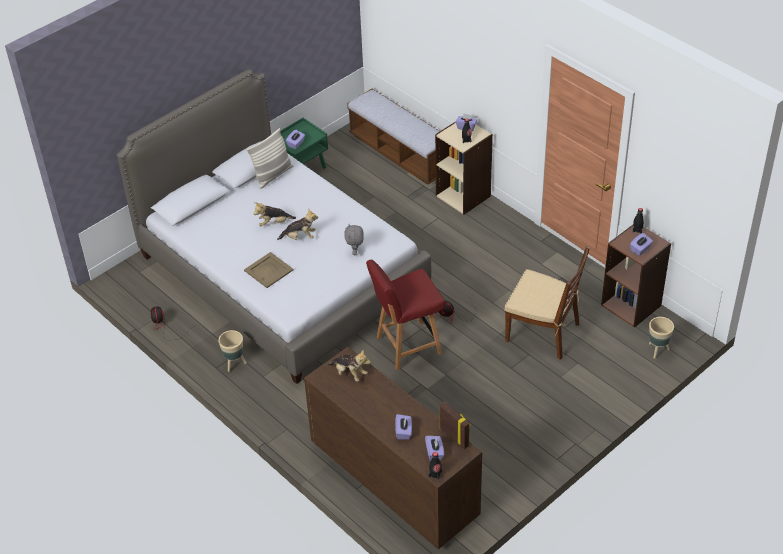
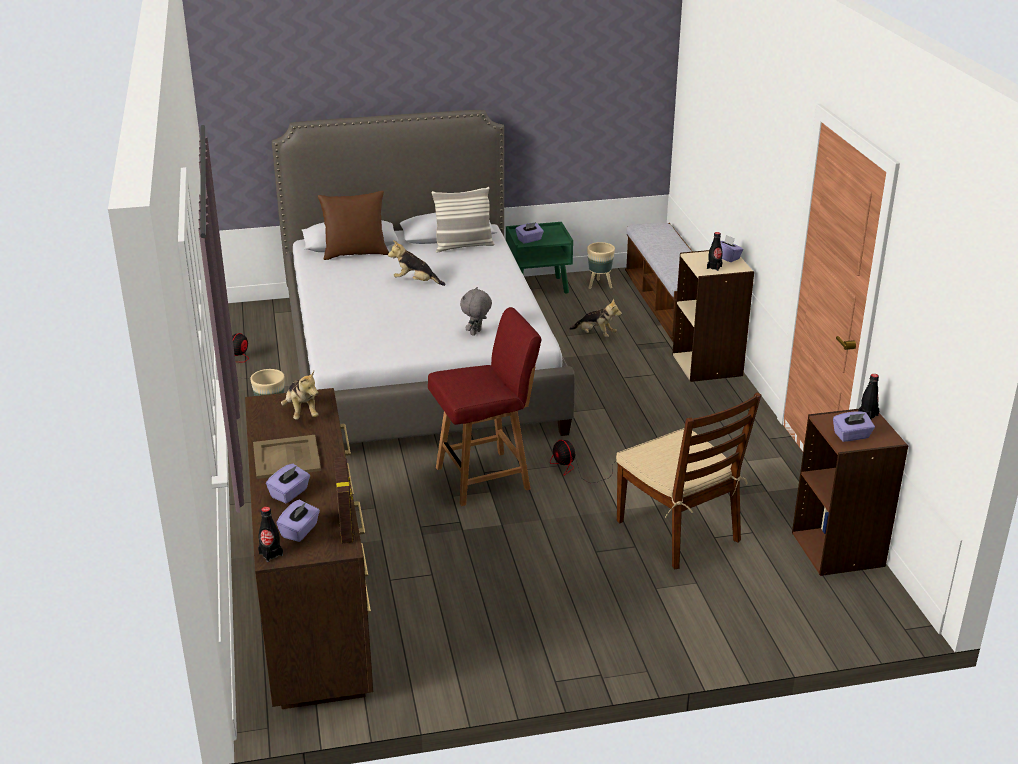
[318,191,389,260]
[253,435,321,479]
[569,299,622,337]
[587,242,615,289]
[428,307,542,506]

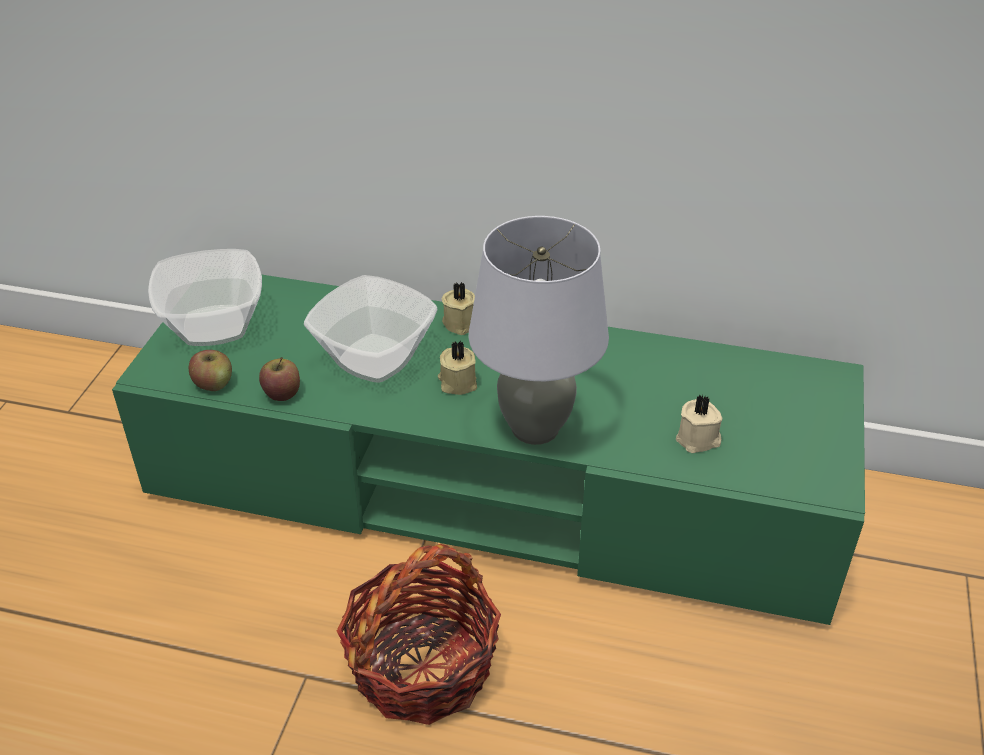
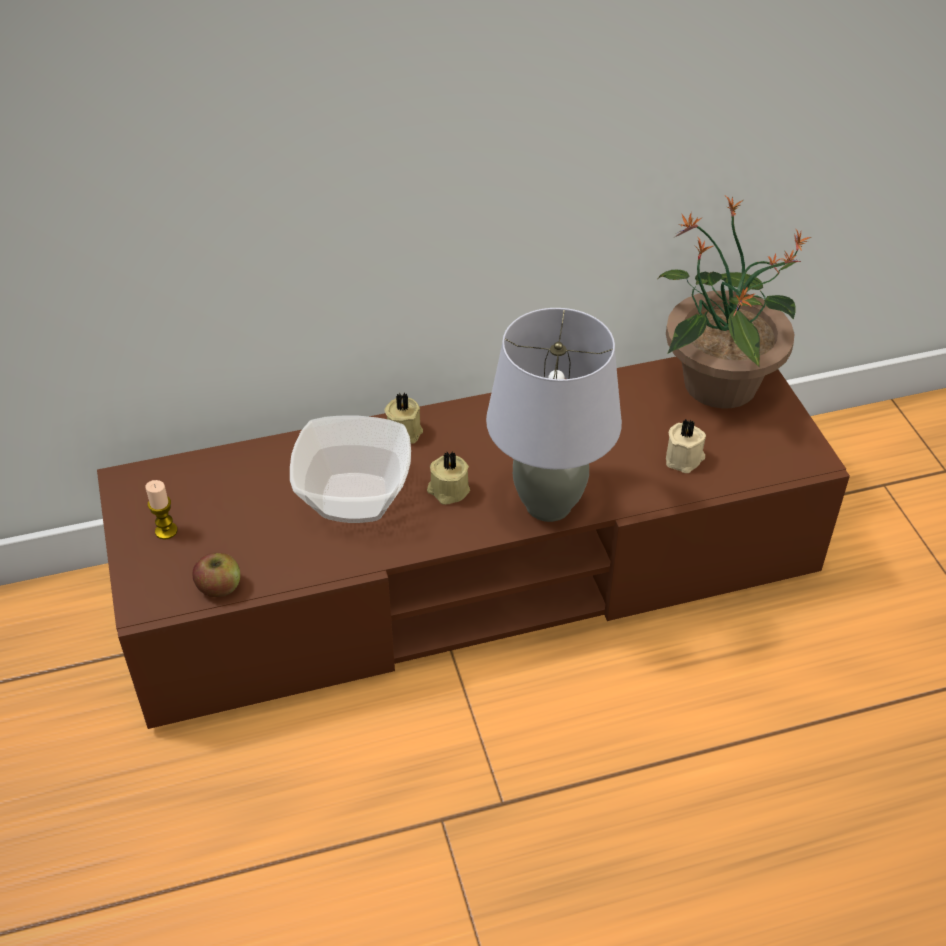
[259,357,300,401] (first image)
[337,544,501,725] (first image)
[658,196,811,408]
[145,480,178,540]
[97,357,850,729]

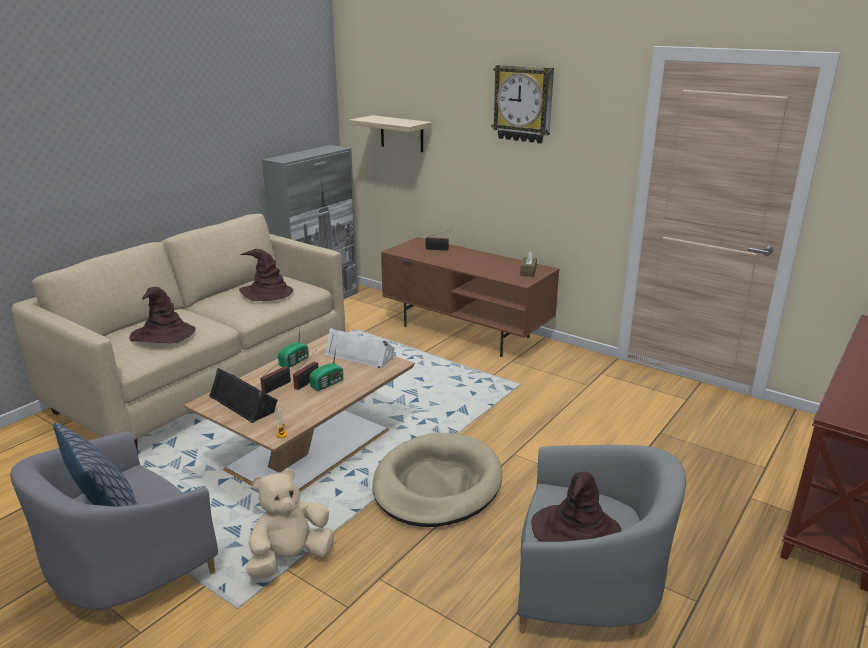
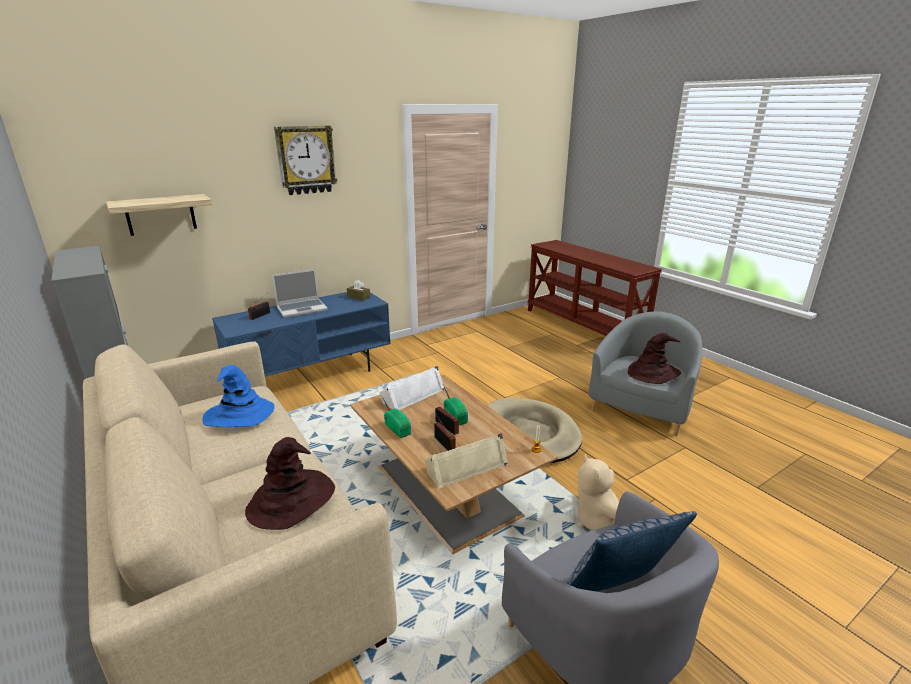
[272,269,328,318]
[424,433,508,489]
[202,365,274,427]
[212,292,391,376]

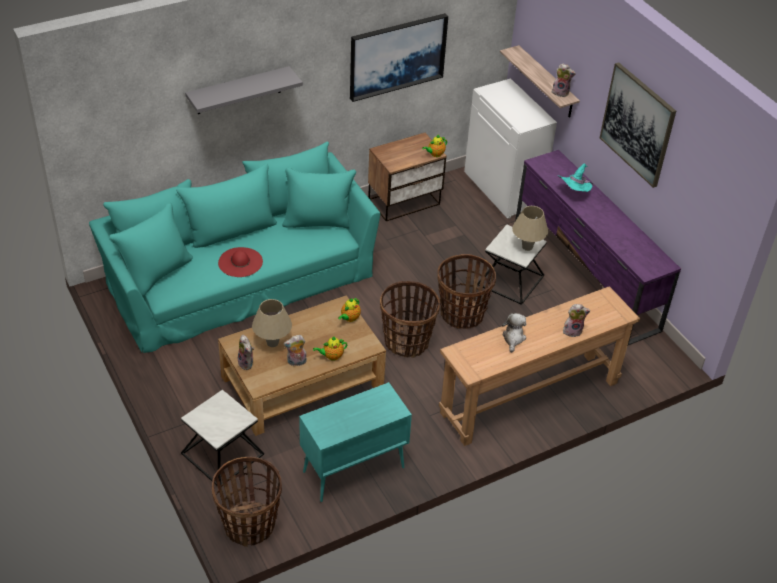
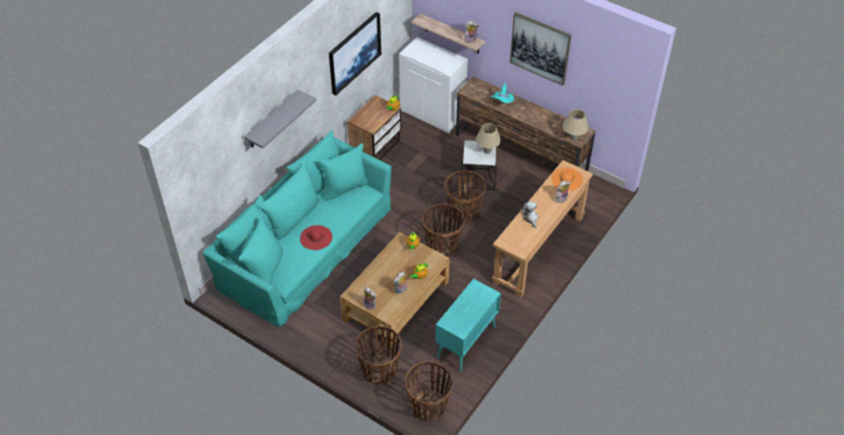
[551,168,583,191]
[563,109,589,141]
[355,326,402,385]
[456,76,596,171]

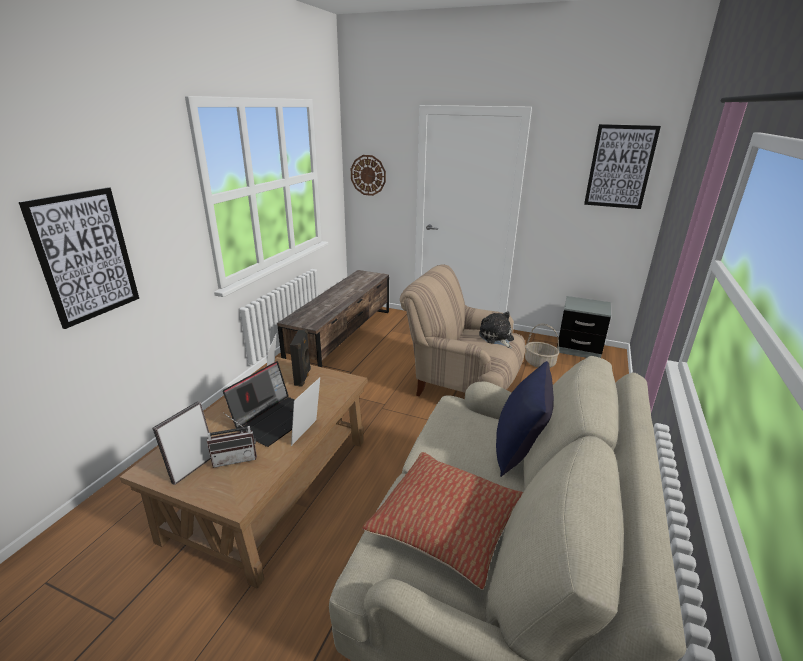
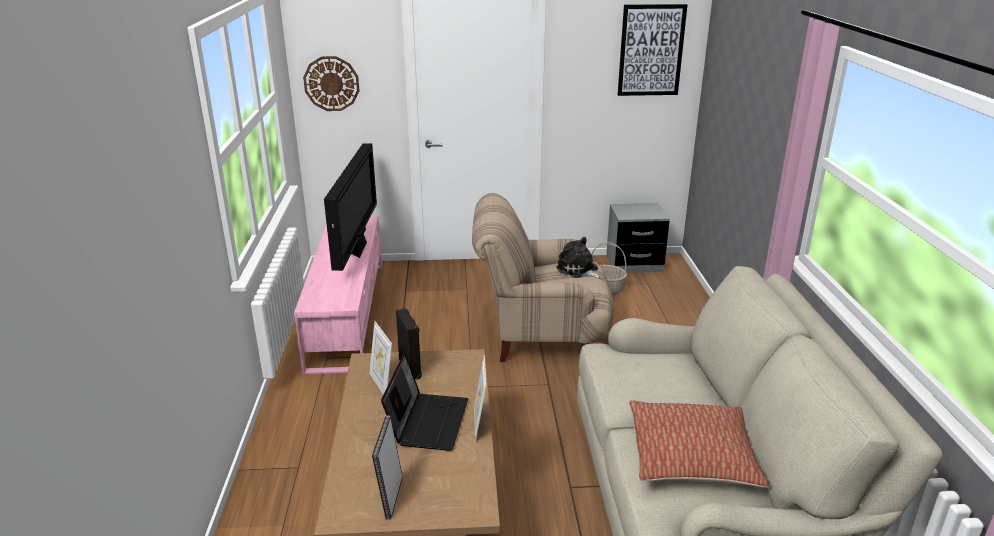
[19,187,139,329] (first image)
[207,412,257,468] (first image)
[496,361,554,477] (first image)
[324,143,377,271]
[294,215,382,375]

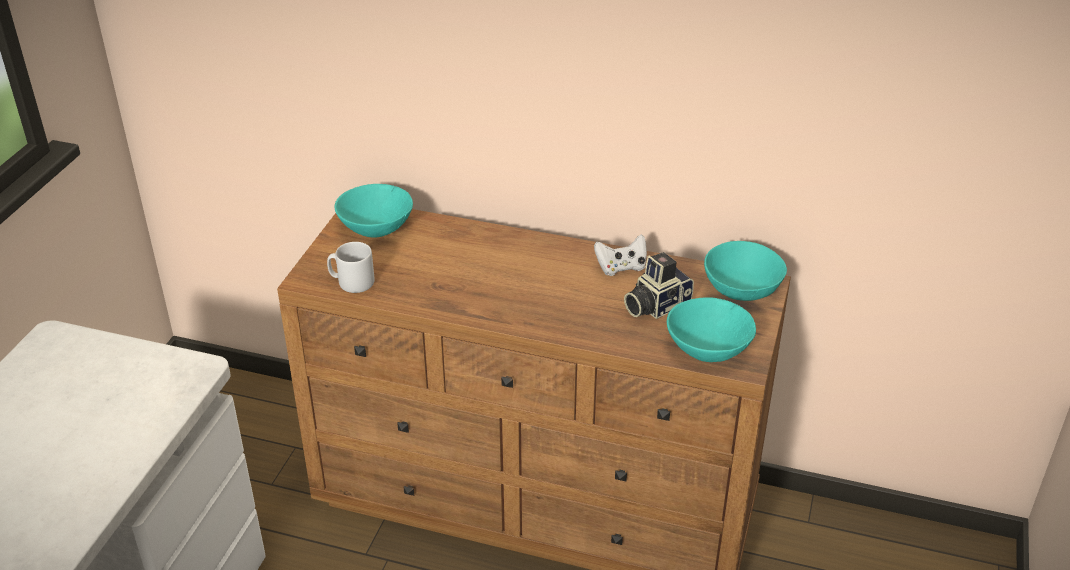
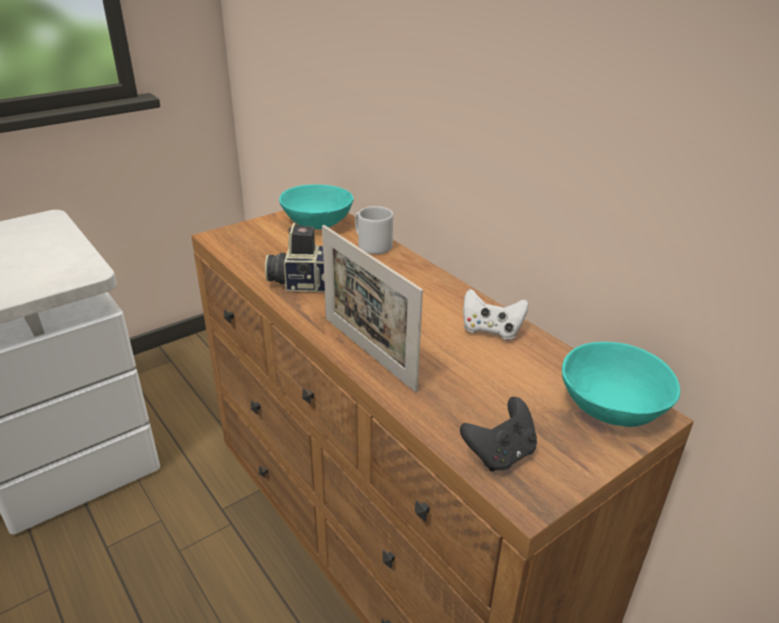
[322,225,423,392]
[355,206,393,254]
[265,223,325,292]
[460,397,537,472]

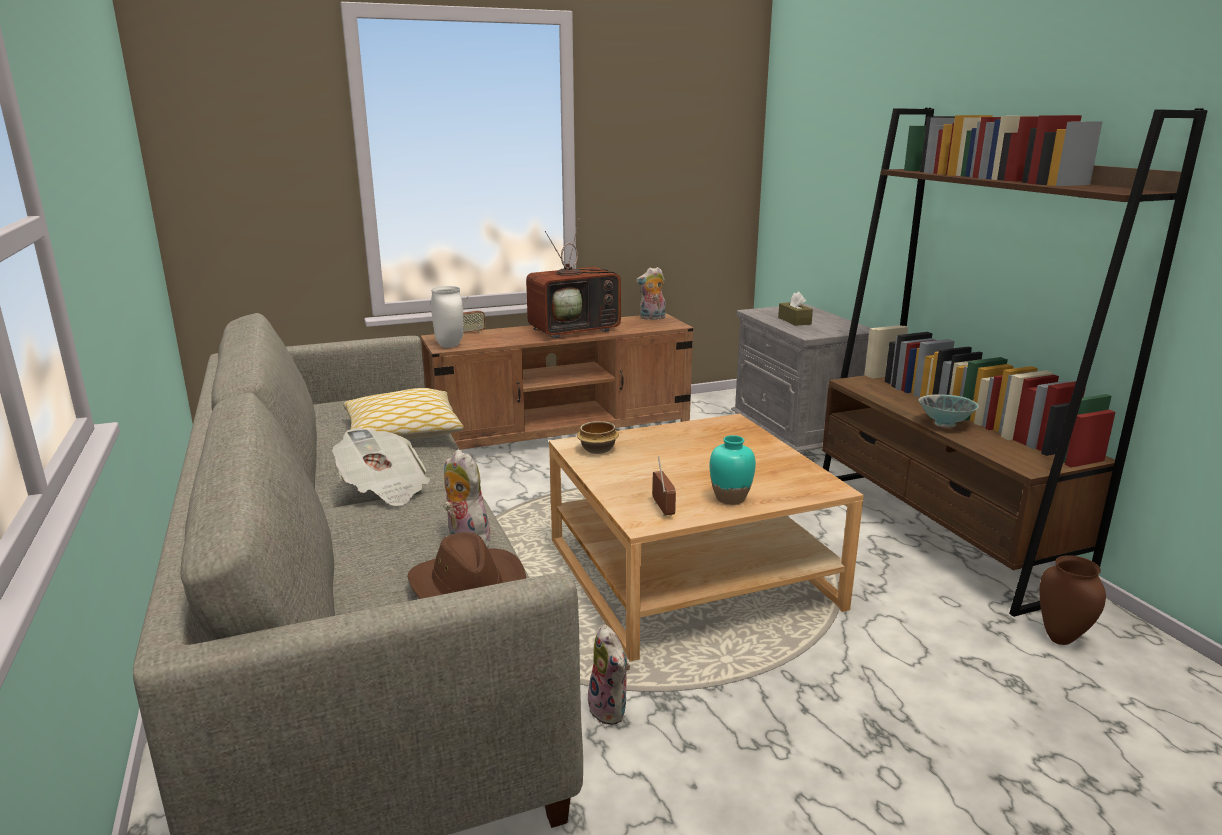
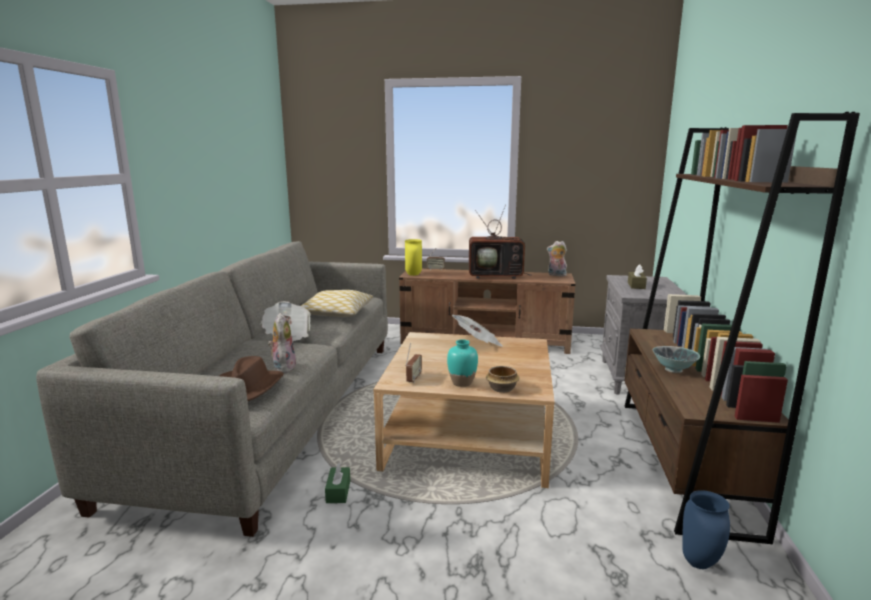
[452,315,503,347]
[486,366,520,393]
[325,463,350,503]
[405,239,422,276]
[682,490,730,569]

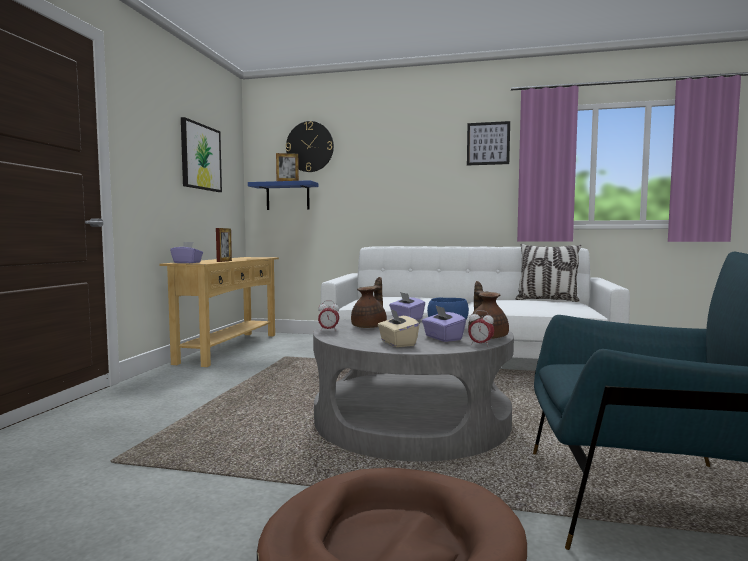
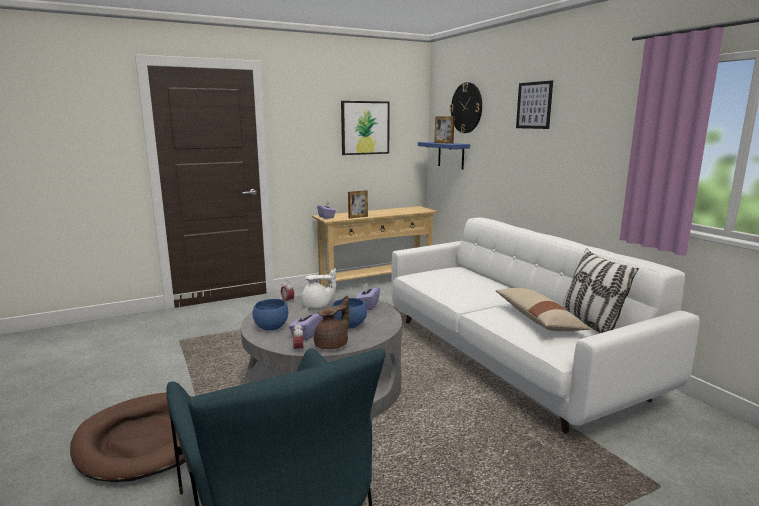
[495,288,591,331]
[516,80,553,129]
[252,299,288,330]
[301,268,336,308]

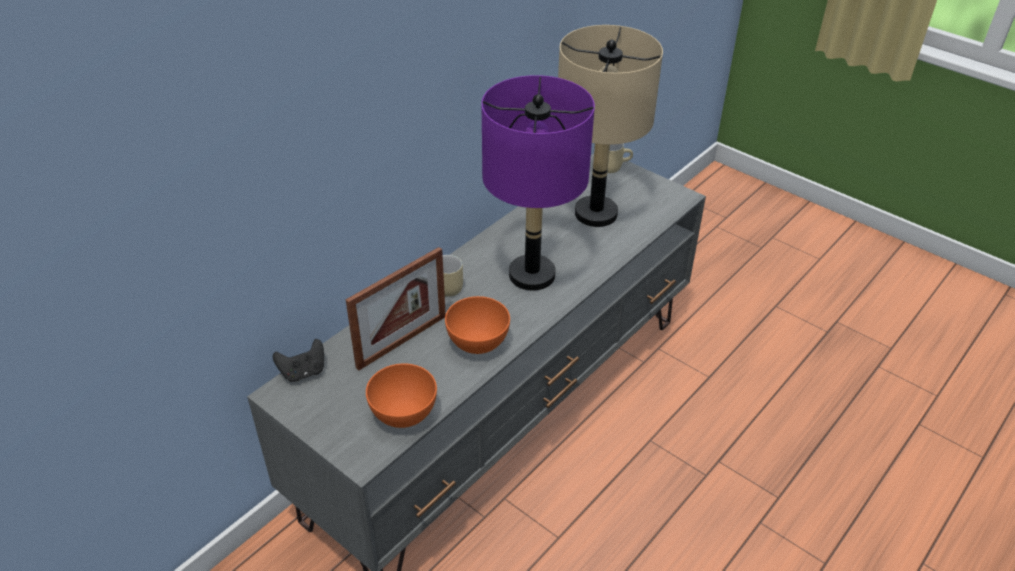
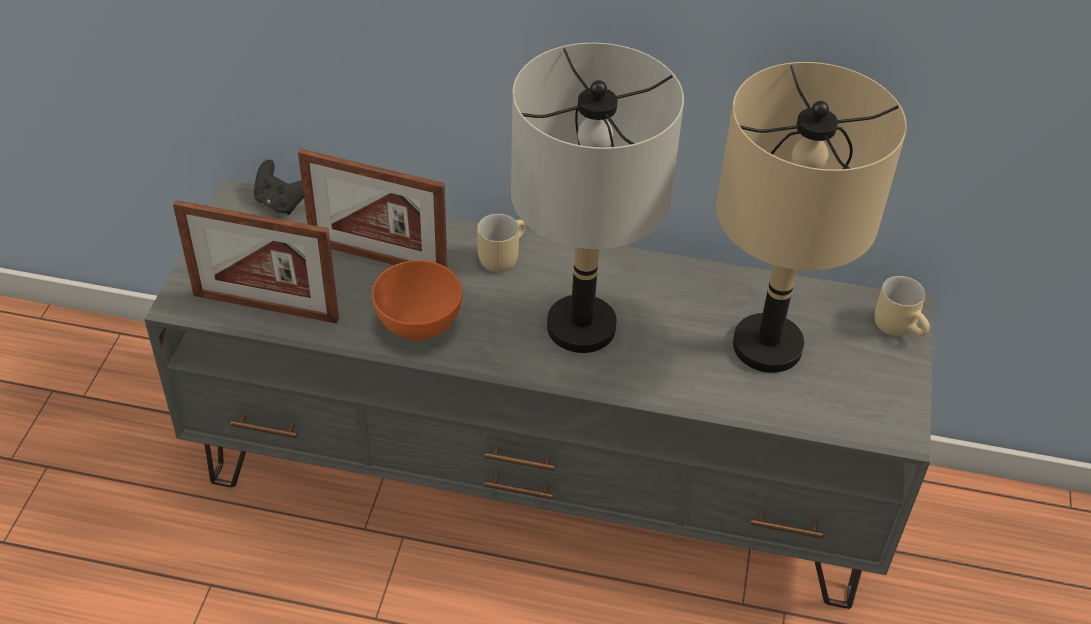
[173,200,339,324]
[511,43,684,353]

